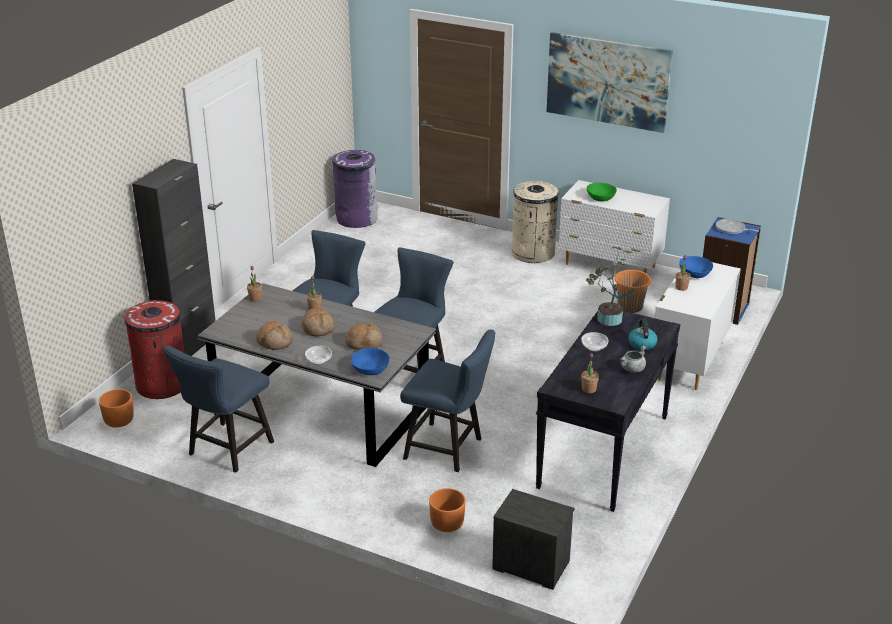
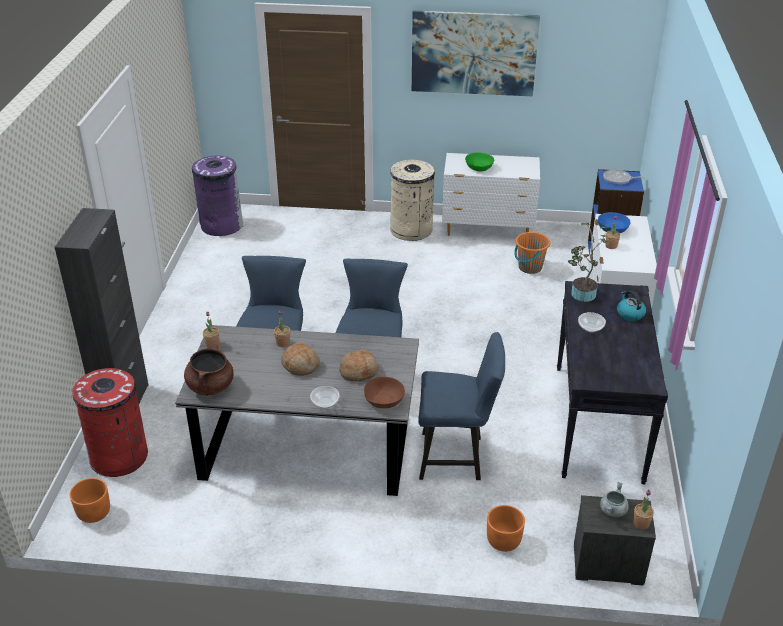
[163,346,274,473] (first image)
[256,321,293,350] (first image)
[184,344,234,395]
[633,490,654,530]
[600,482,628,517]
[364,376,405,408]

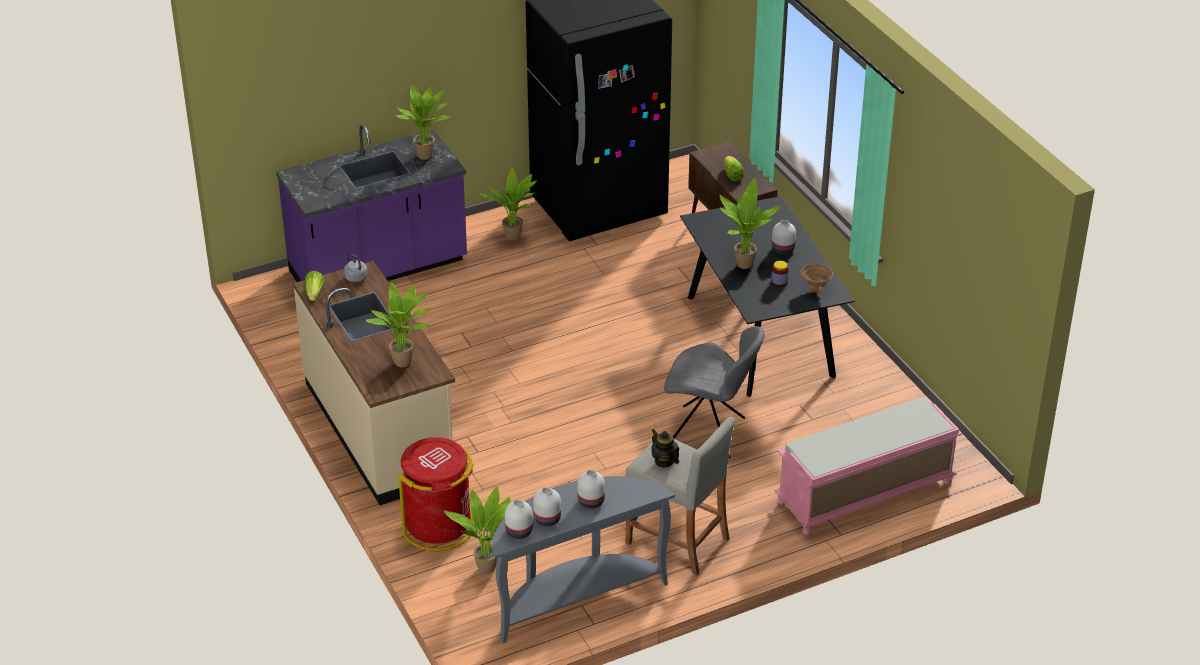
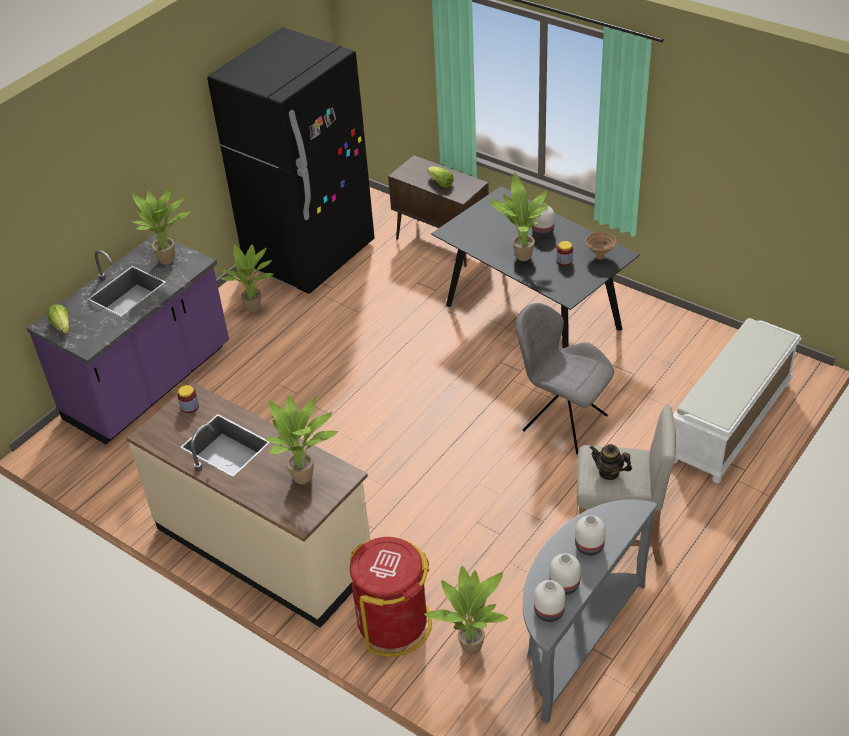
[47,304,69,333]
[177,385,199,413]
[673,318,802,483]
[516,303,614,454]

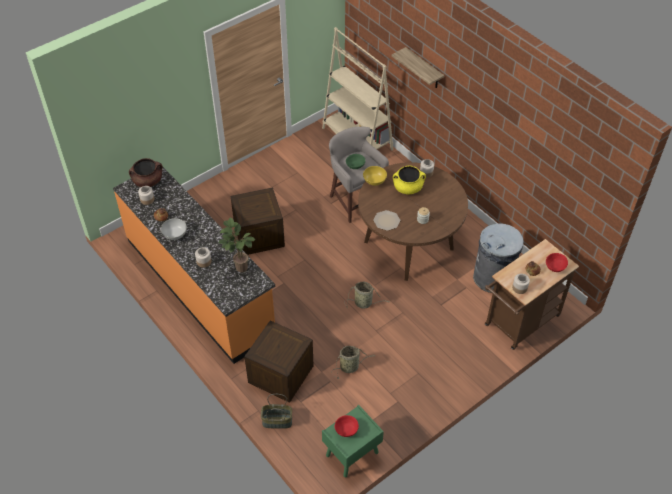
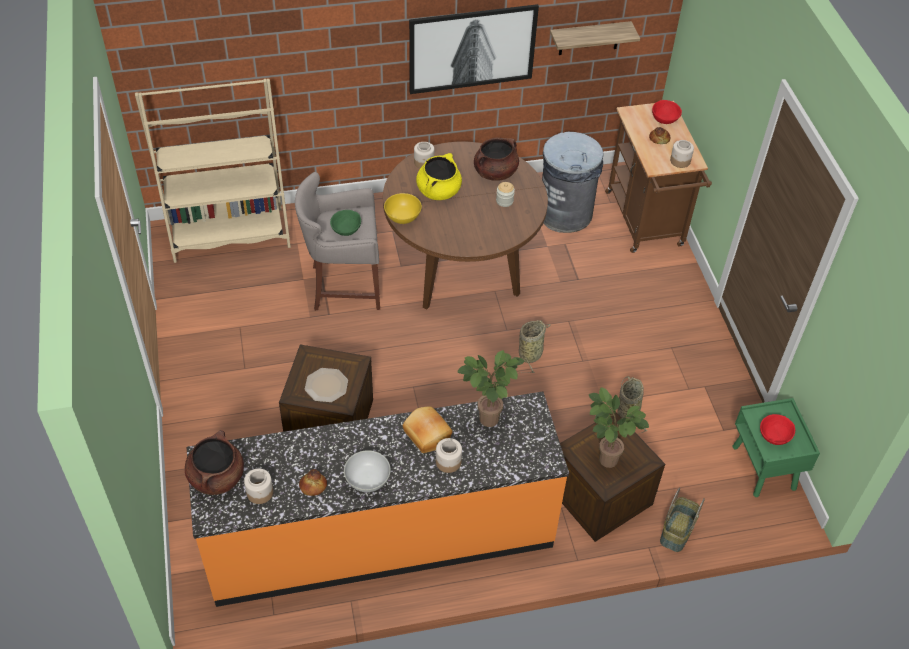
[403,406,452,453]
[409,4,539,94]
[474,138,519,181]
[589,387,649,468]
[305,368,348,402]
[550,21,640,55]

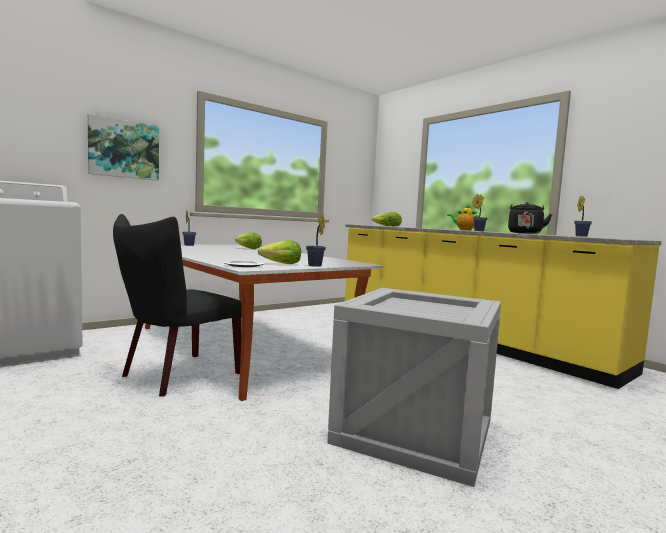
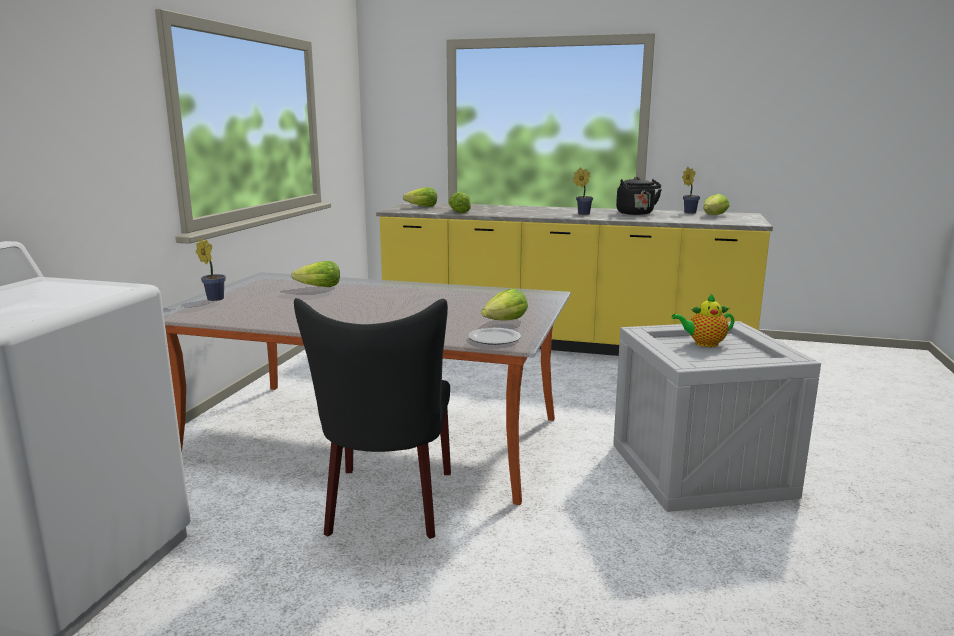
[88,114,159,181] (first image)
[306,214,326,267] (first image)
[704,194,730,215]
[672,293,734,347]

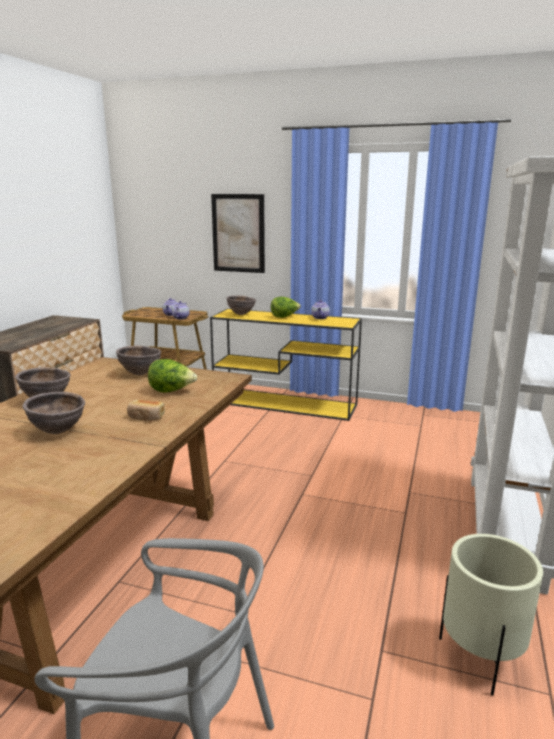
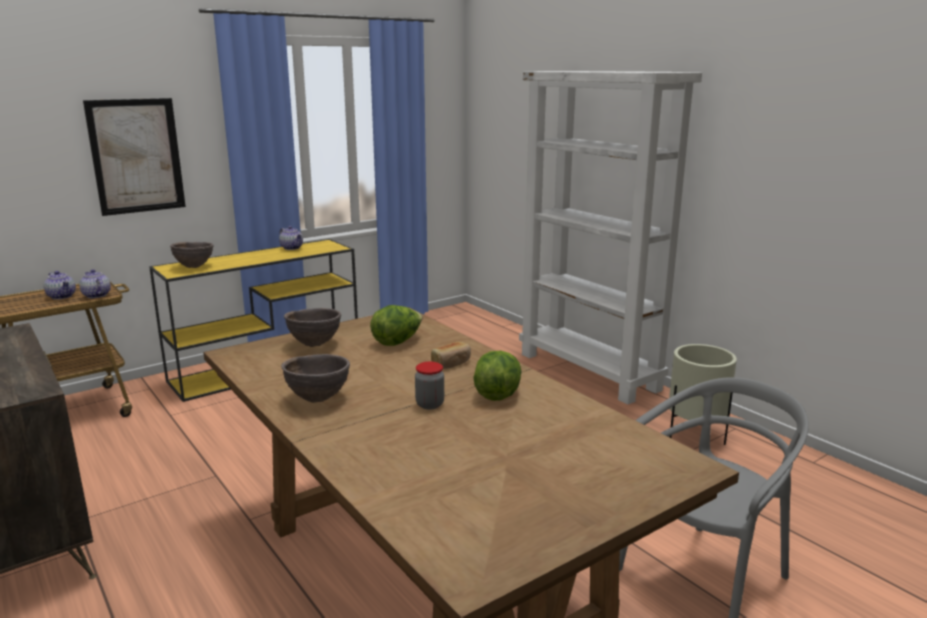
[473,351,522,401]
[415,362,444,409]

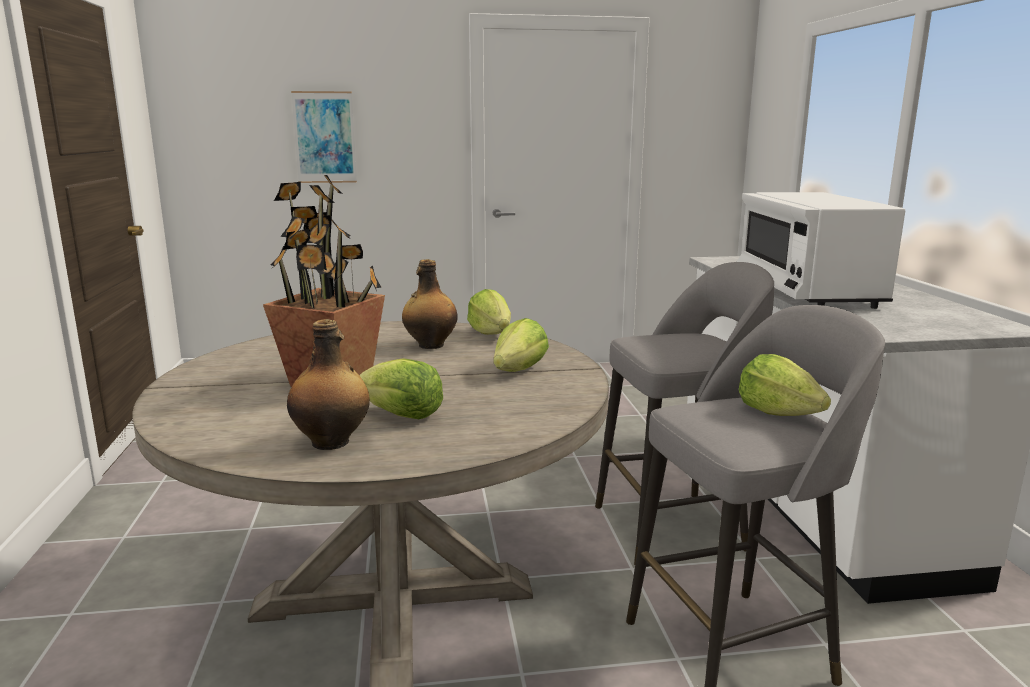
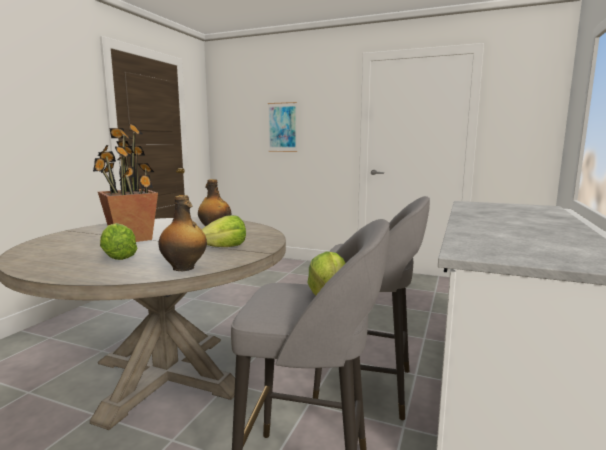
[467,289,511,335] (first image)
[736,192,905,309] (first image)
[158,195,207,271]

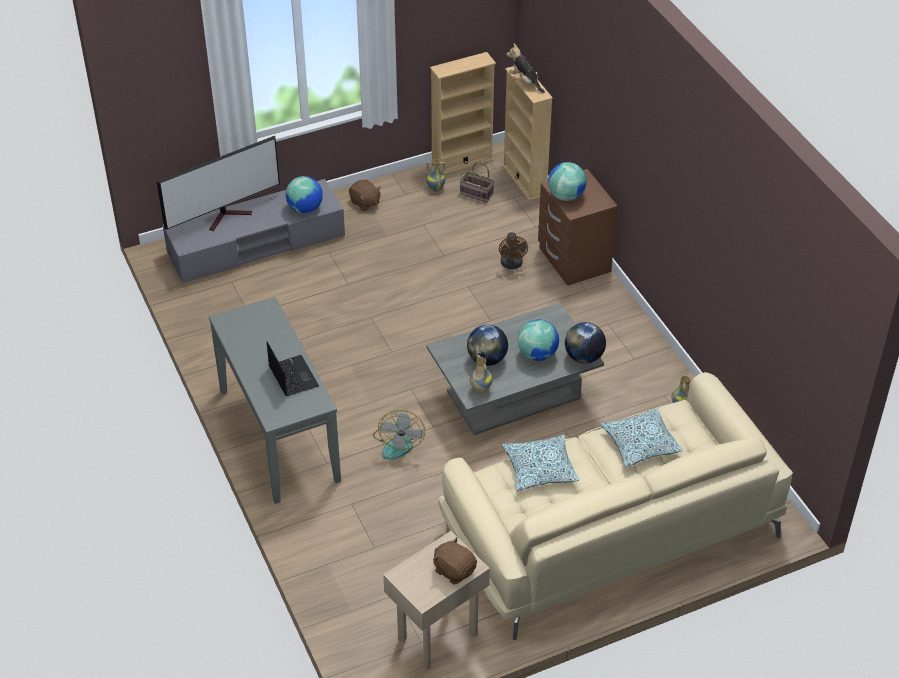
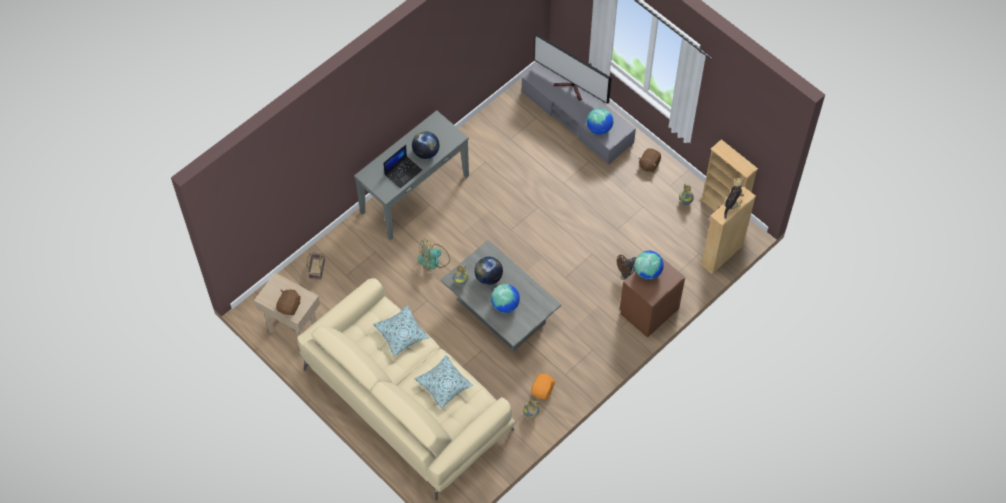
[531,373,556,399]
[307,252,325,280]
[412,131,440,159]

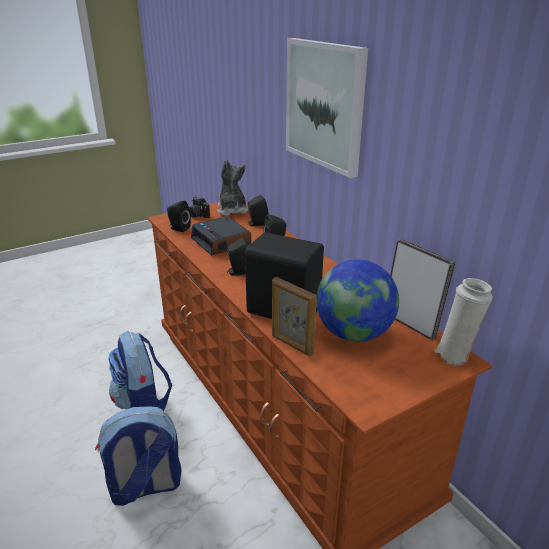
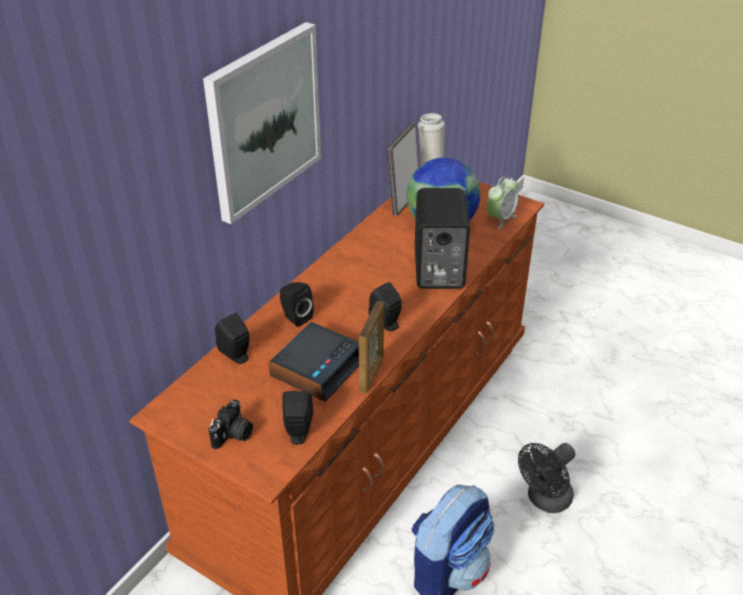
[217,159,248,216] (first image)
[486,176,518,229]
[359,301,384,393]
[518,443,575,513]

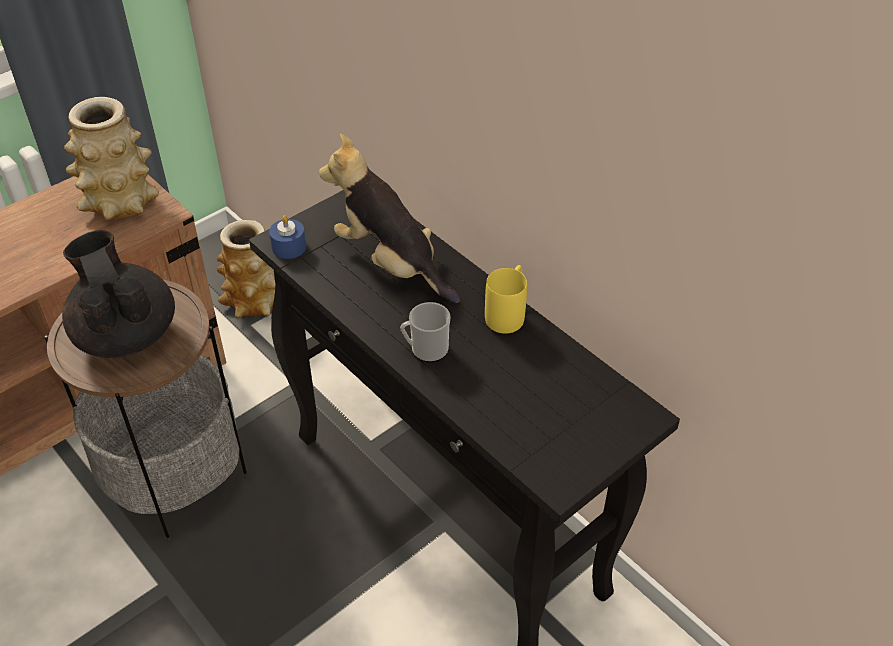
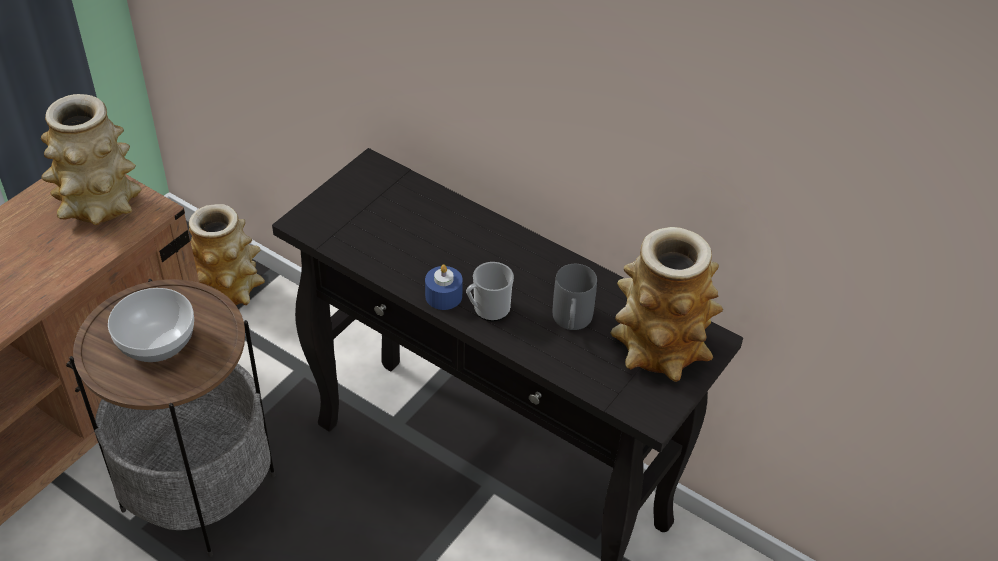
[319,134,461,303] (first image)
[485,265,527,334] (first image)
[553,264,597,330]
[611,227,723,382]
[425,264,463,310]
[108,288,194,362]

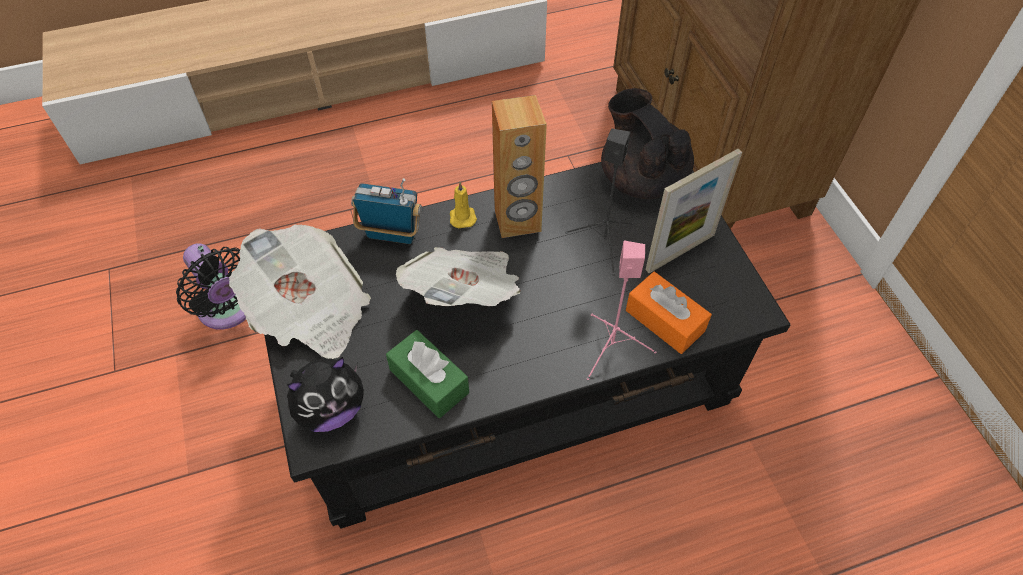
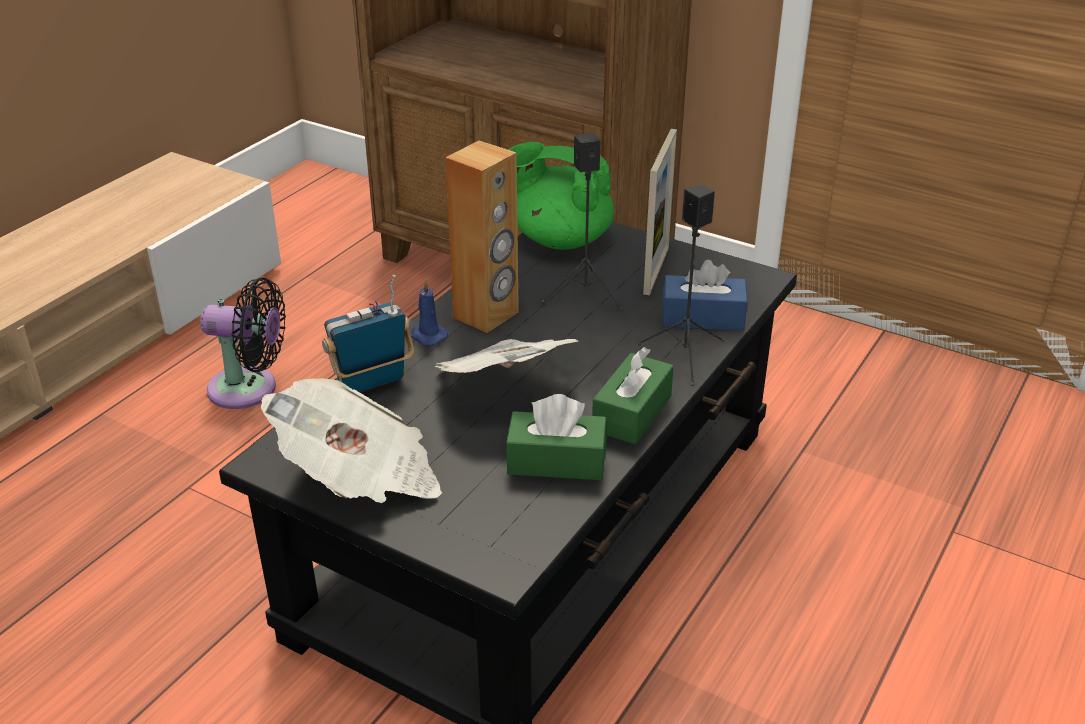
[287,357,364,432] (first image)
[592,347,674,445]
[200,278,286,409]
[411,280,448,346]
[638,184,724,386]
[508,142,614,250]
[662,259,748,331]

